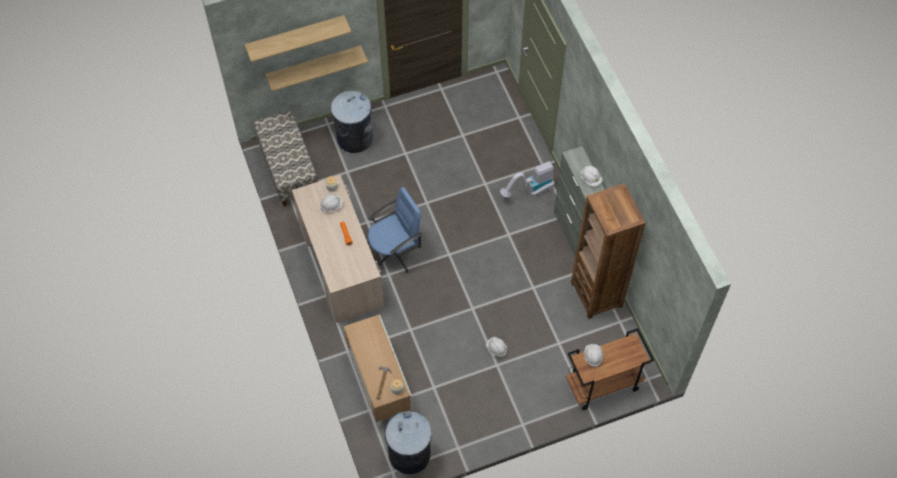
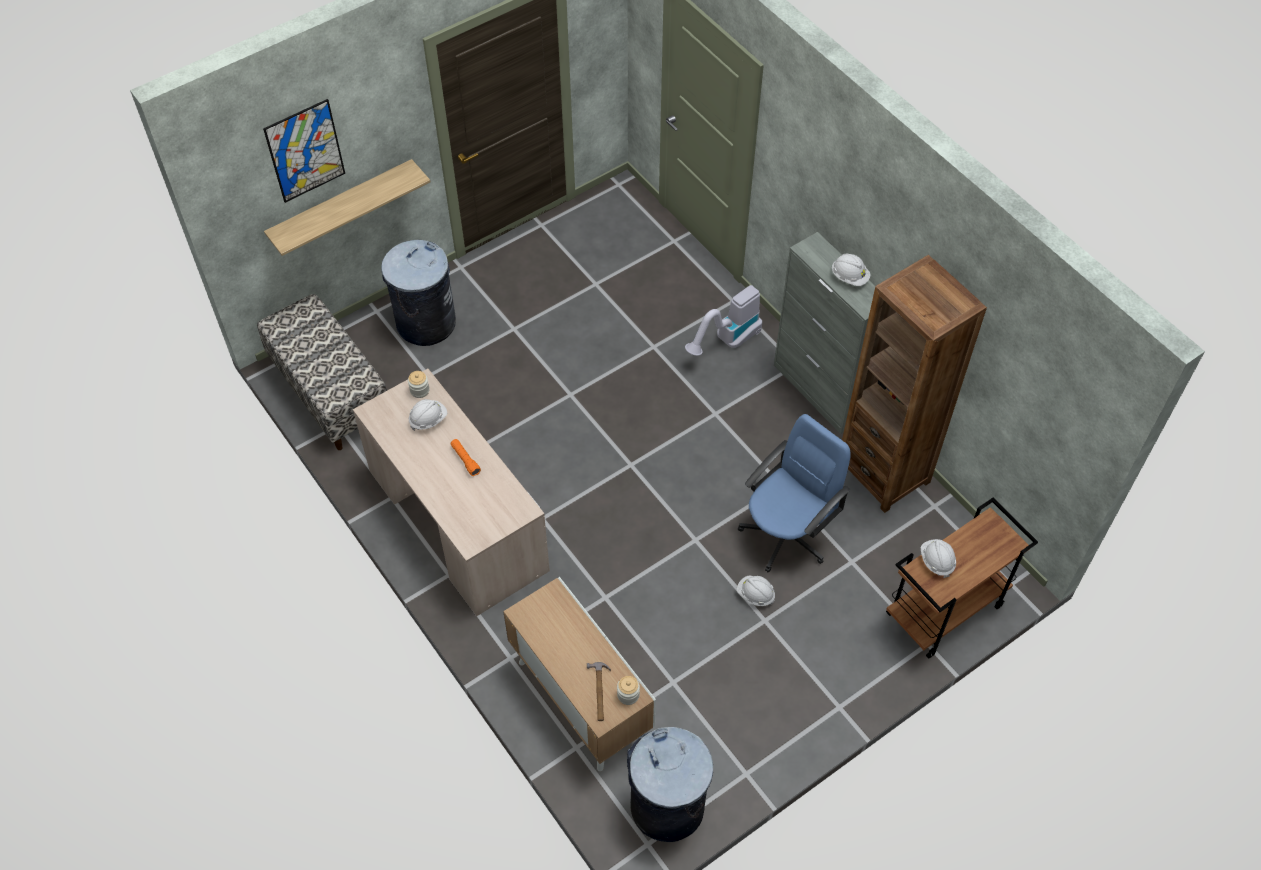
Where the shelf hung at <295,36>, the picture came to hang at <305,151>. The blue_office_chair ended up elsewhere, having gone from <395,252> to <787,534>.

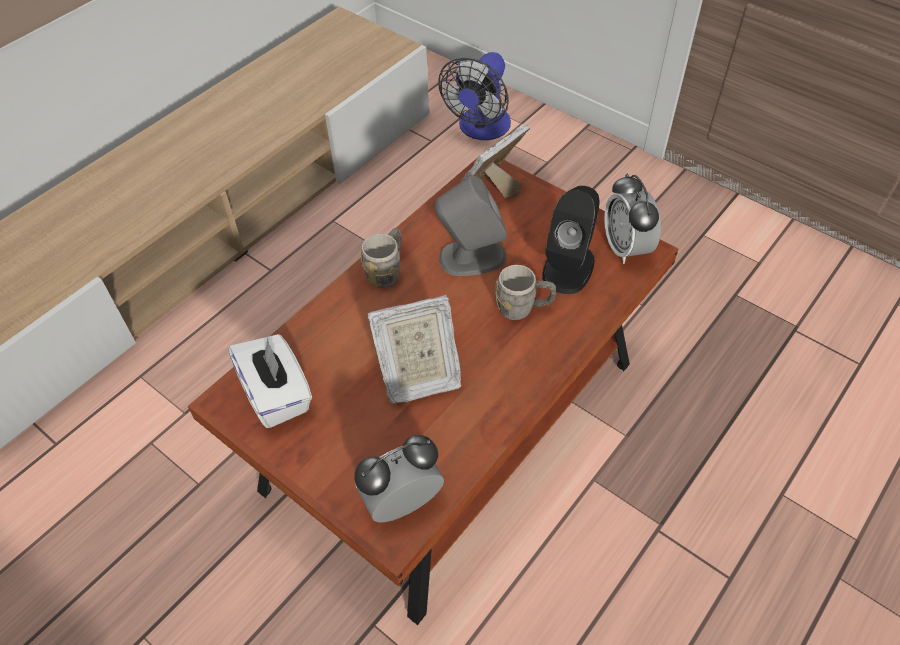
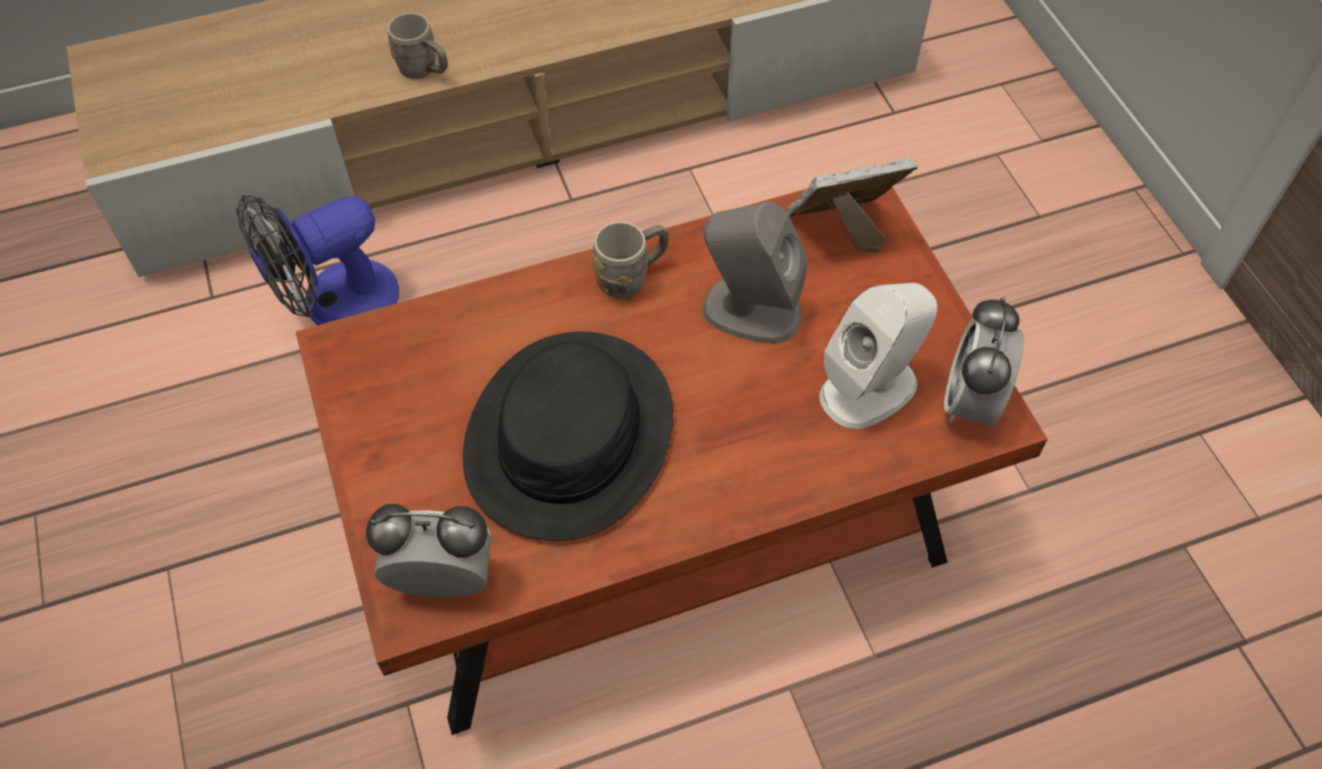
The fan ended up elsewhere, having gone from <481,129> to <335,305>. The grey_mug ended up elsewhere, having gone from <523,308> to <424,70>. Where the picture_frame stood at <418,377>, the black_hat came to stand at <570,436>. What was the black_speaker at <568,267> turned into the white_speaker at <869,388>. The second view lost the white_tissue_box at <277,394>.

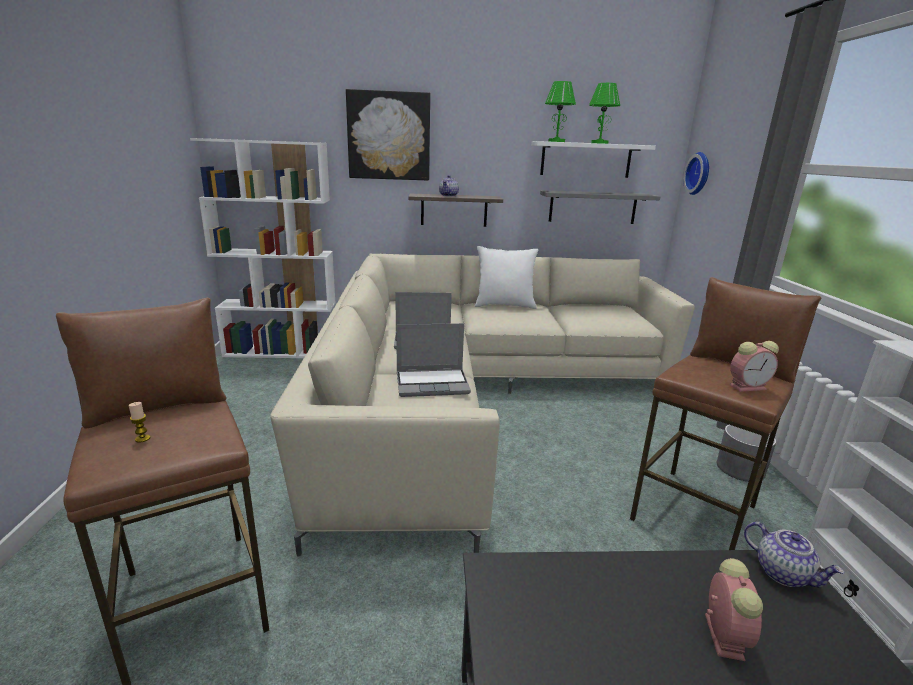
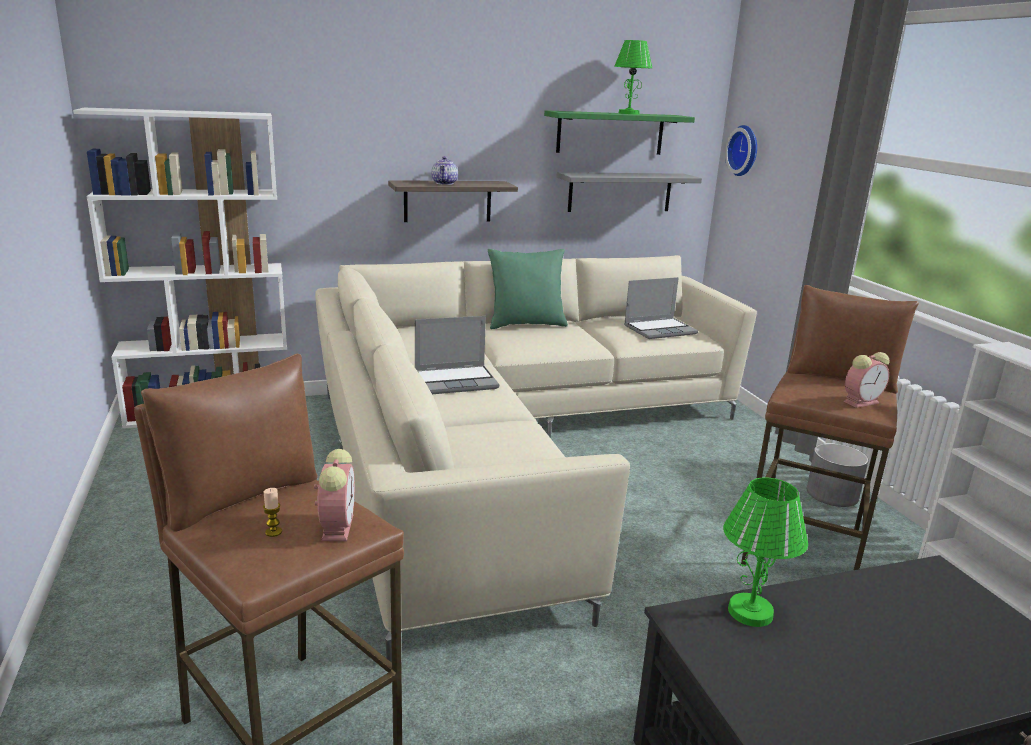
The alarm_clock ended up elsewhere, having gone from <722,634> to <337,526>. What was the white_pillow at <504,305> turned into the green_pillow at <526,324>. What was the white_shelf at <586,160> turned into the green_shelf at <610,133>. The laptop ended up elsewhere, having gone from <433,383> to <660,329>. The green_table_lamp ended up elsewhere, having gone from <556,141> to <751,612>. The second view lost the picture at <389,136>. The second view lost the teapot at <783,573>.

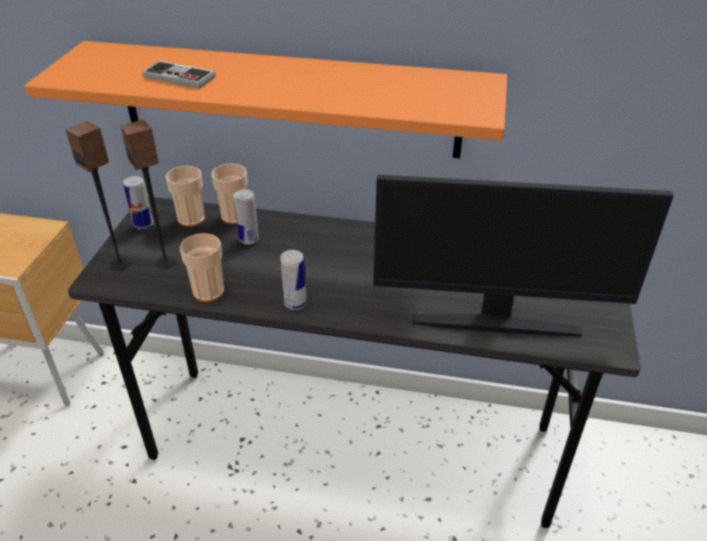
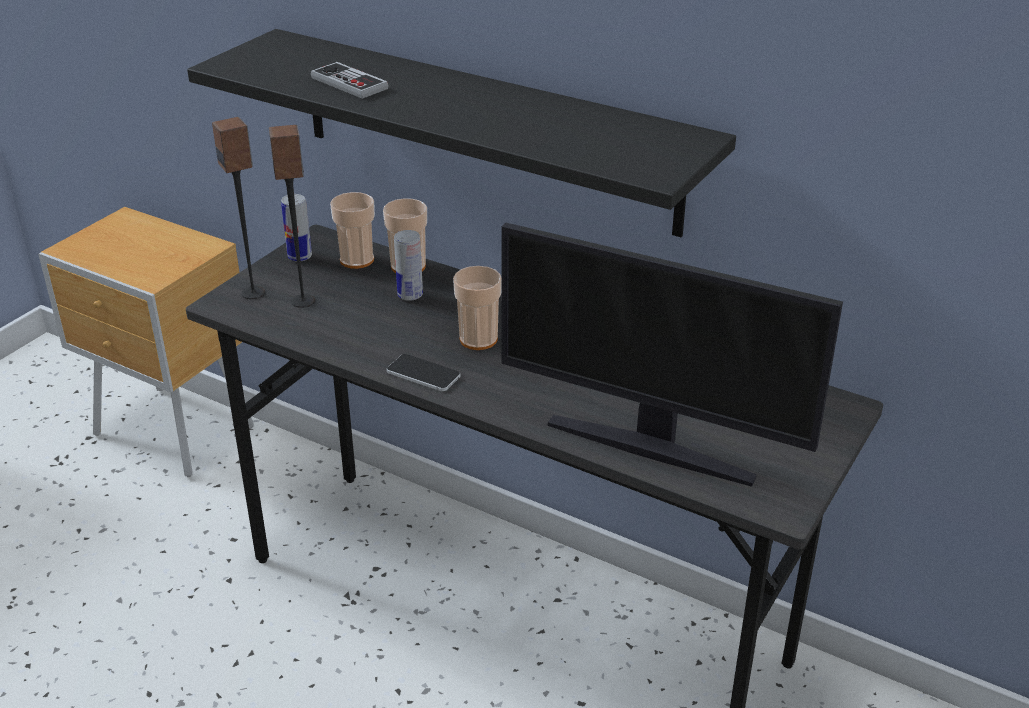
What was the orange_shelf at <288,100> turned into the black_shelf at <485,130>. Where the can stood at <295,303>, the phone came to stand at <423,374>. The cup ended up elsewhere, having gone from <208,292> to <478,339>.

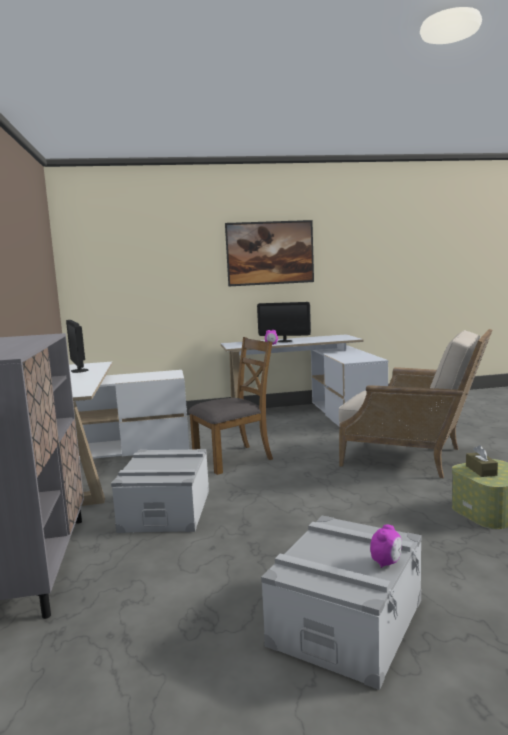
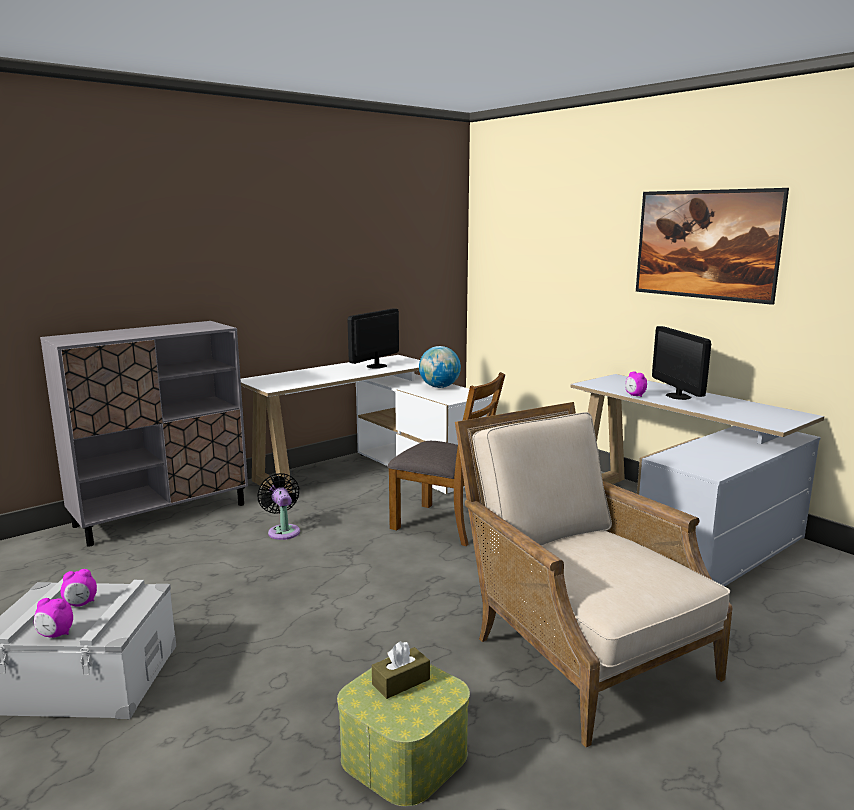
The second view gained the alarm_clock at <81,604>. Where the grey_storage_box stood at <166,510>, the black_fan came to stand at <283,531>. The second view gained the globe at <439,387>. The beige_armchair at <413,457> ended up facing another way, 150 degrees clockwise from before.

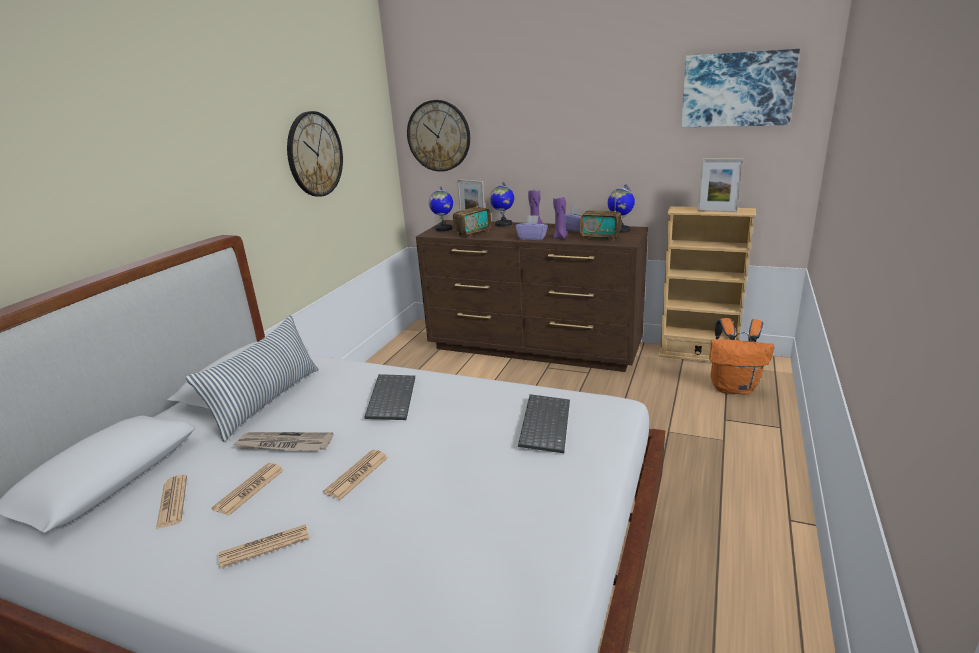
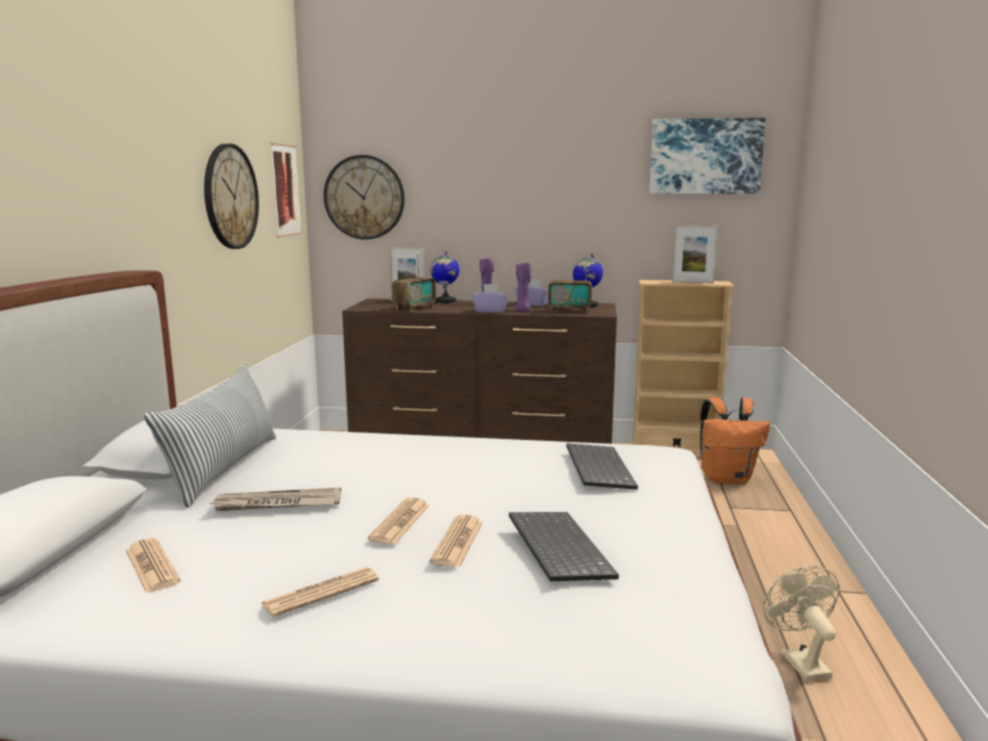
The second view gained the picture at <285,190>. The newspaper ended up elsewhere, having gone from <249,489> to <457,542>. The keyboard ended up elsewhere, having gone from <390,398> to <555,547>. The second view gained the beige_fan at <799,661>. The second view lost the globe at <443,229>.

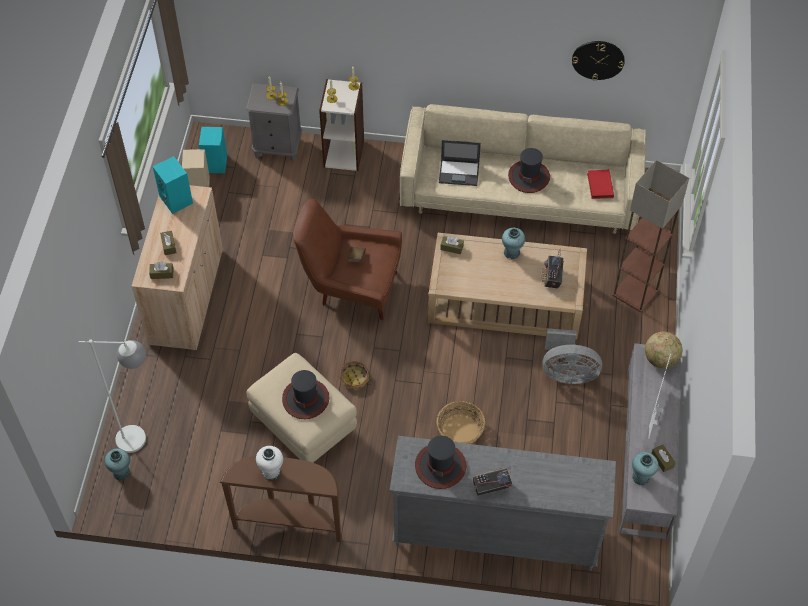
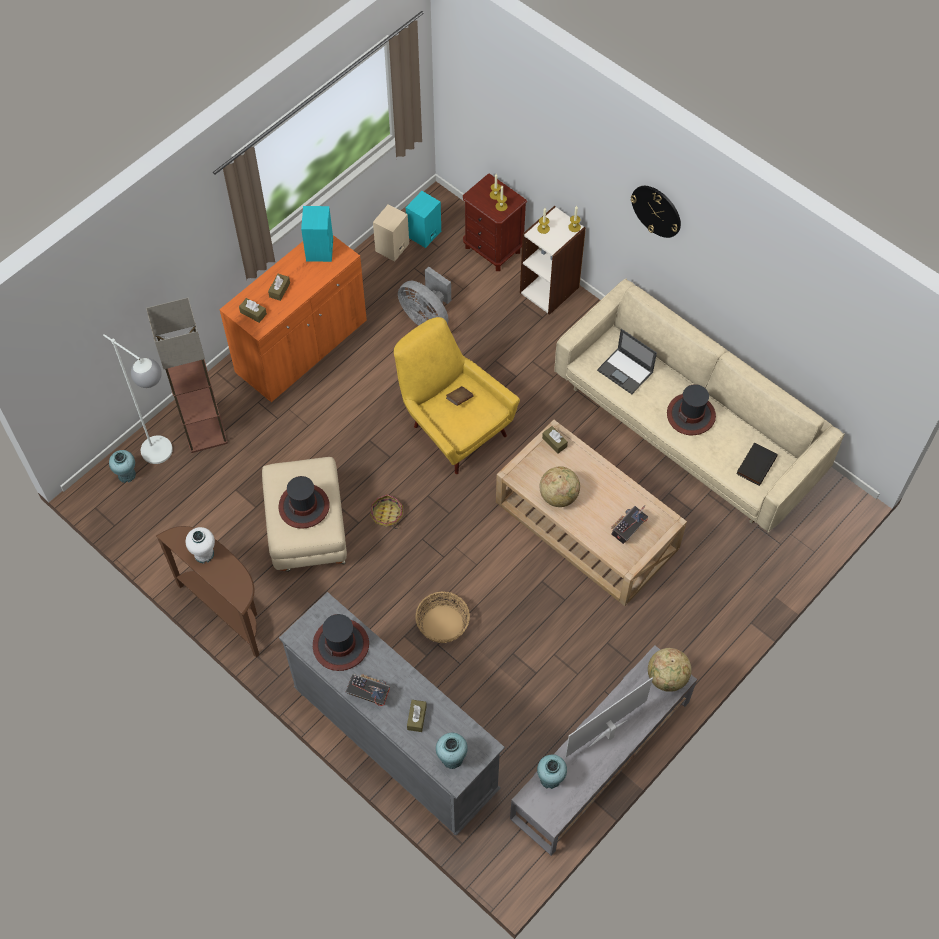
The floor_lamp ended up elsewhere, having gone from <634,293> to <204,432>. What was the beige_cabinet at <186,296> turned into the orange_cabinet at <302,347>. What was the brown_armchair at <351,288> turned into the yellow_armchair at <452,426>. The grey_fan ended up elsewhere, having gone from <567,373> to <427,318>. The brown_tissue_box ended up elsewhere, having gone from <662,460> to <417,718>. The turquoise_vase ended up elsewhere, having gone from <512,252> to <452,758>. What was the grey_nightstand at <277,147> turned into the brown_nightstand at <492,249>. The second view gained the globe at <559,496>. The wall_clock ended up elsewhere, having gone from <598,59> to <656,211>. What was the red_book at <599,185> turned into the black_book at <755,464>.

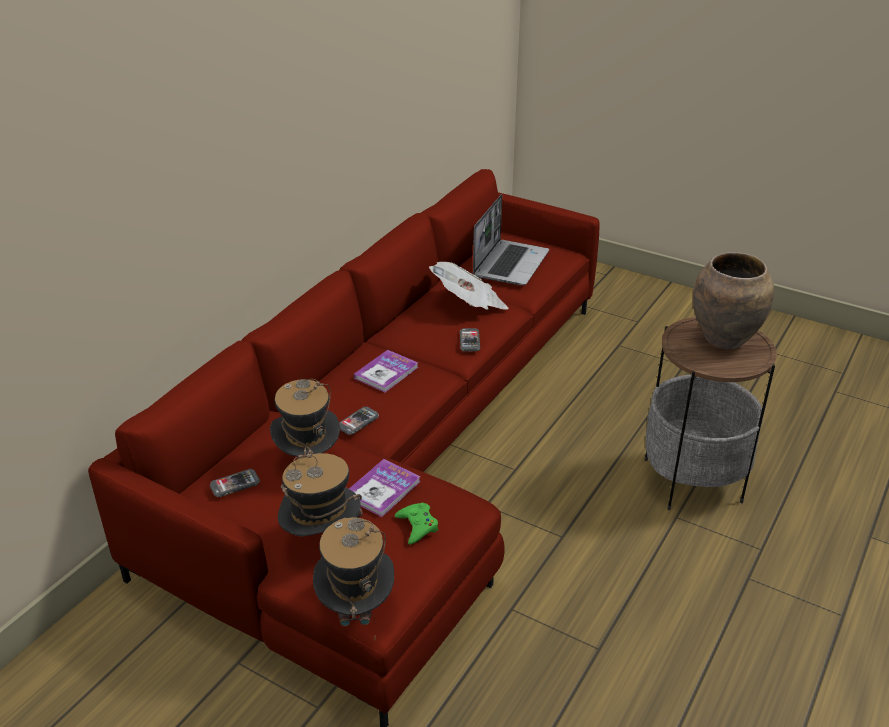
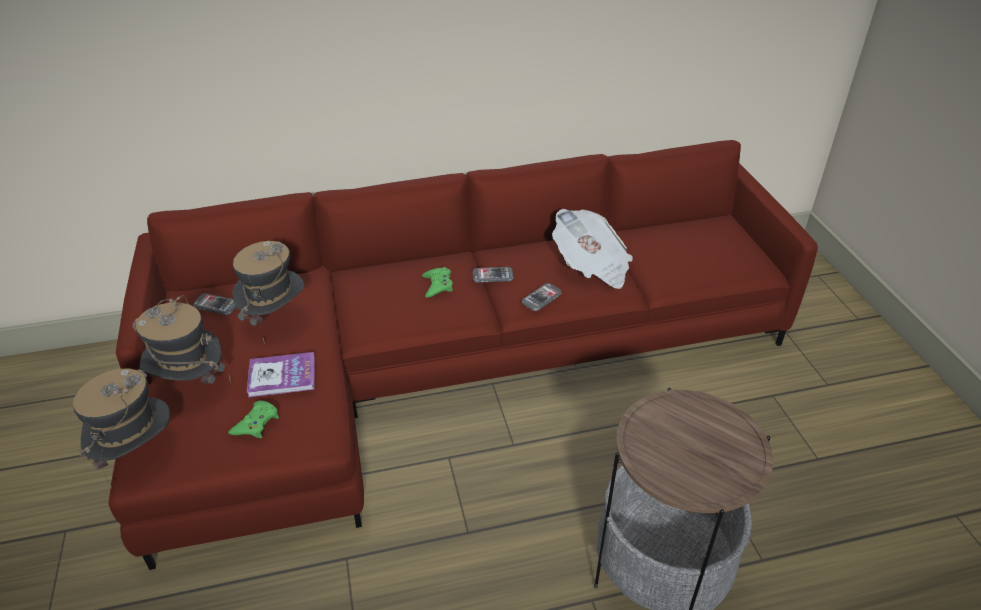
Where the book stood at <386,372>, the green_game_controller came to stand at <437,285>. The phone ended up elsewhere, having gone from <358,422> to <493,276>. The second view lost the laptop at <510,264>. The second view lost the brown_vase at <725,340>.

